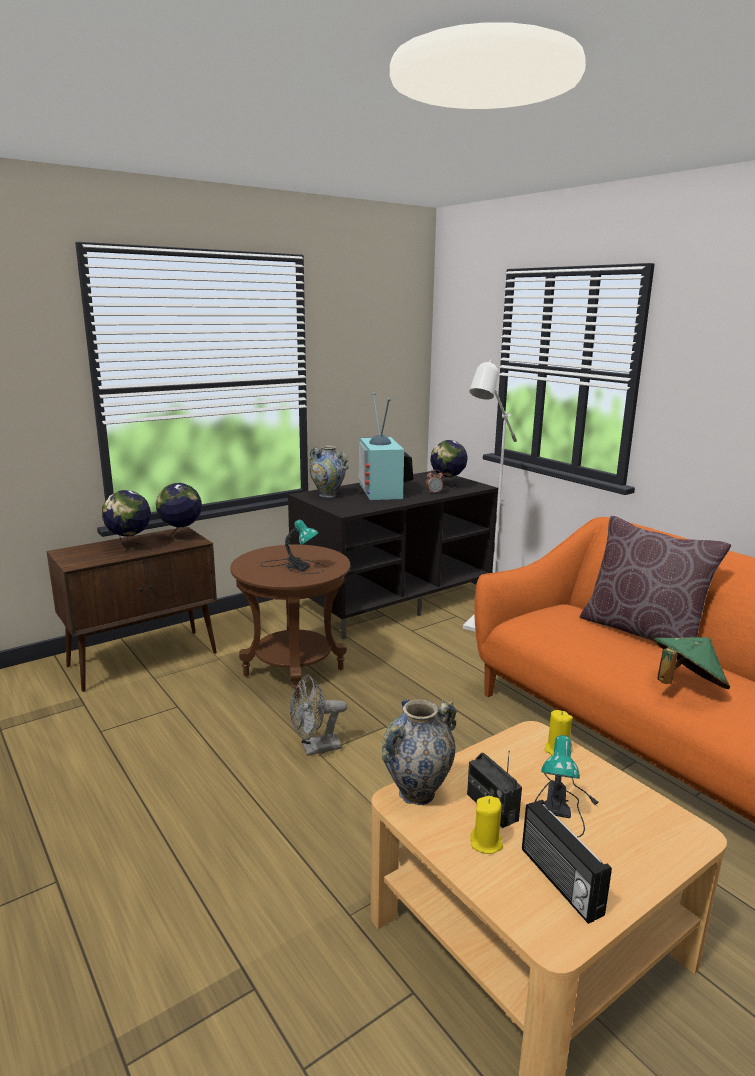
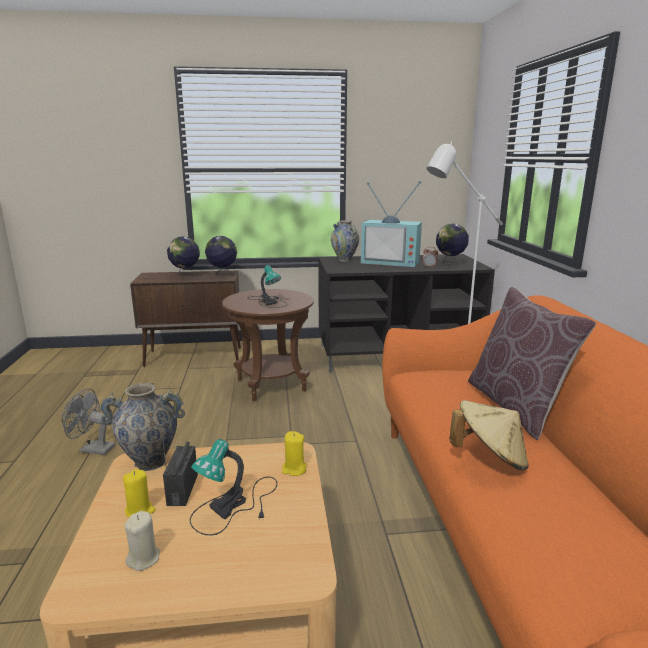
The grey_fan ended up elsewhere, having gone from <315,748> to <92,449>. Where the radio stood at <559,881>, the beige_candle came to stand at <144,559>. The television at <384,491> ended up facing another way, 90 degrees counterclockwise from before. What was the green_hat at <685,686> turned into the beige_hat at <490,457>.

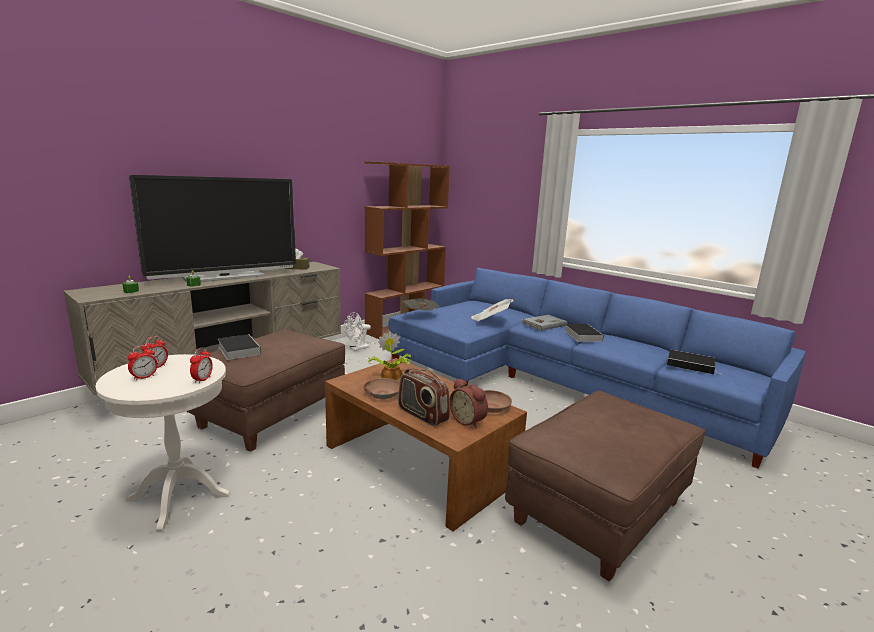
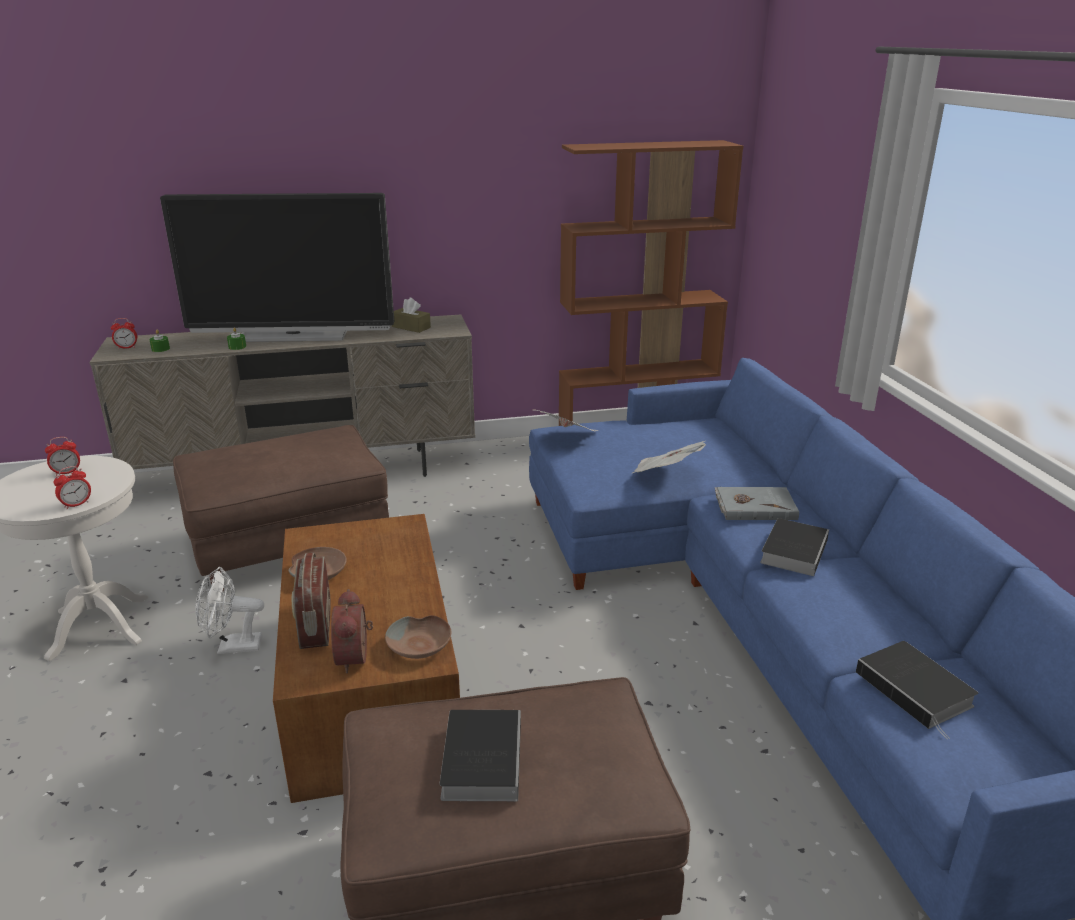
The alarm_clock ended up elsewhere, having gone from <144,377> to <127,347>. The white_fan ended up elsewhere, having gone from <357,348> to <232,647>. The book ended up elsewhere, having gone from <238,349> to <482,757>. The second view lost the potted_plant at <390,376>.

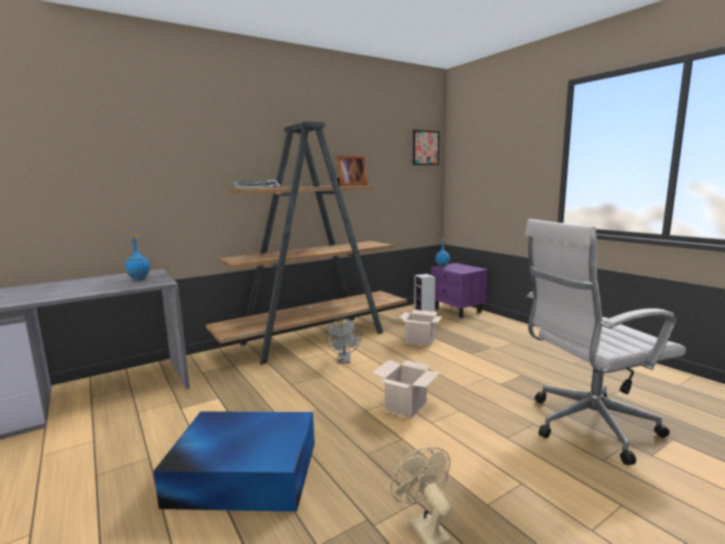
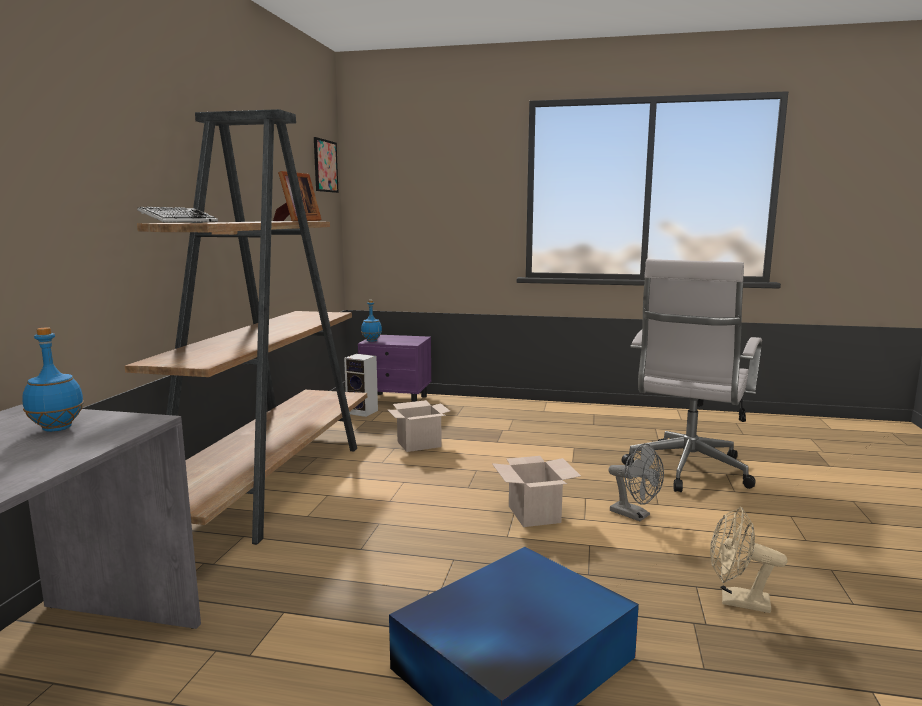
The grey_fan ended up elsewhere, having gone from <344,360> to <635,515>.

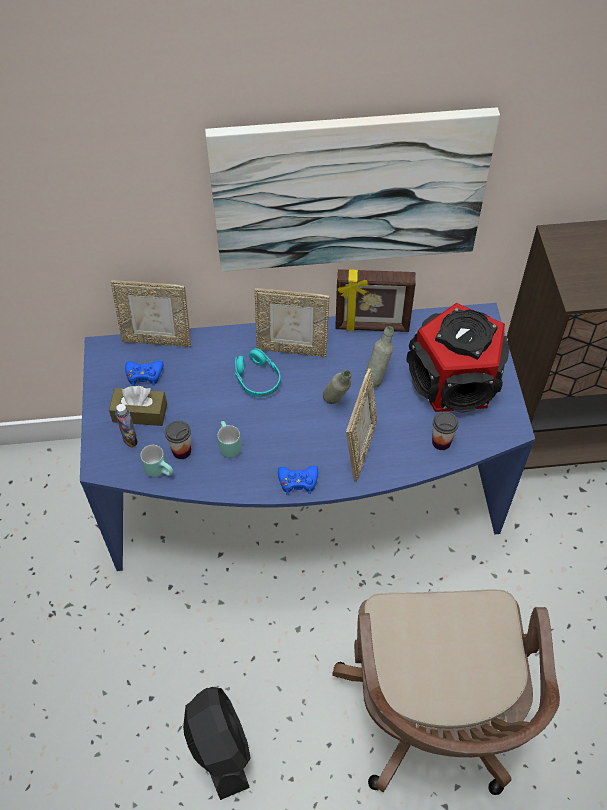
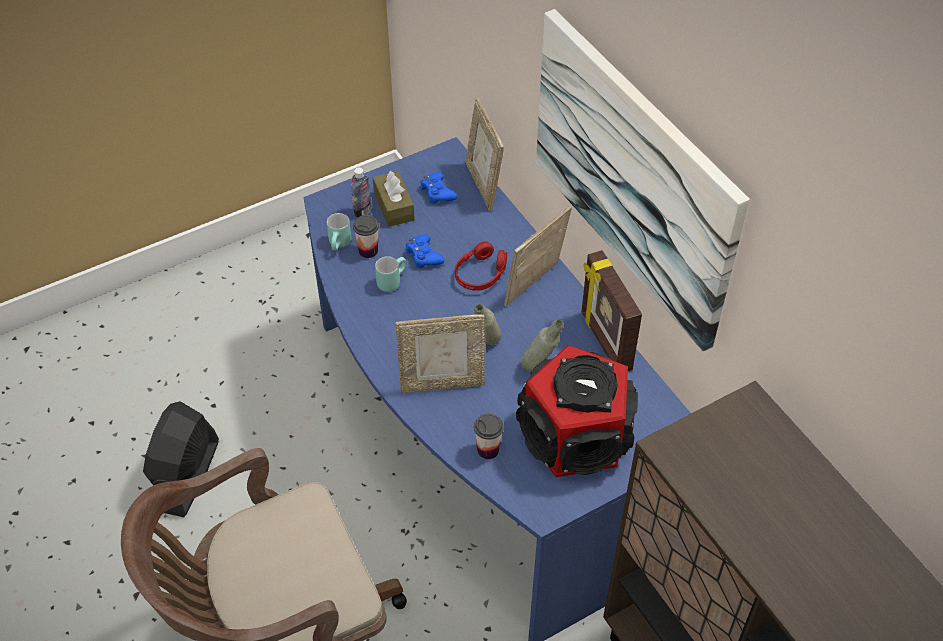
The black_fan at <219,747> ended up facing another way, 150 degrees clockwise from before. The blue_game_controller ended up elsewhere, having gone from <298,482> to <423,256>. What was the turquoise_headphones at <257,379> turned into the red_headphones at <480,274>. The picture_frame at <292,348> ended up facing another way, 60 degrees clockwise from before.

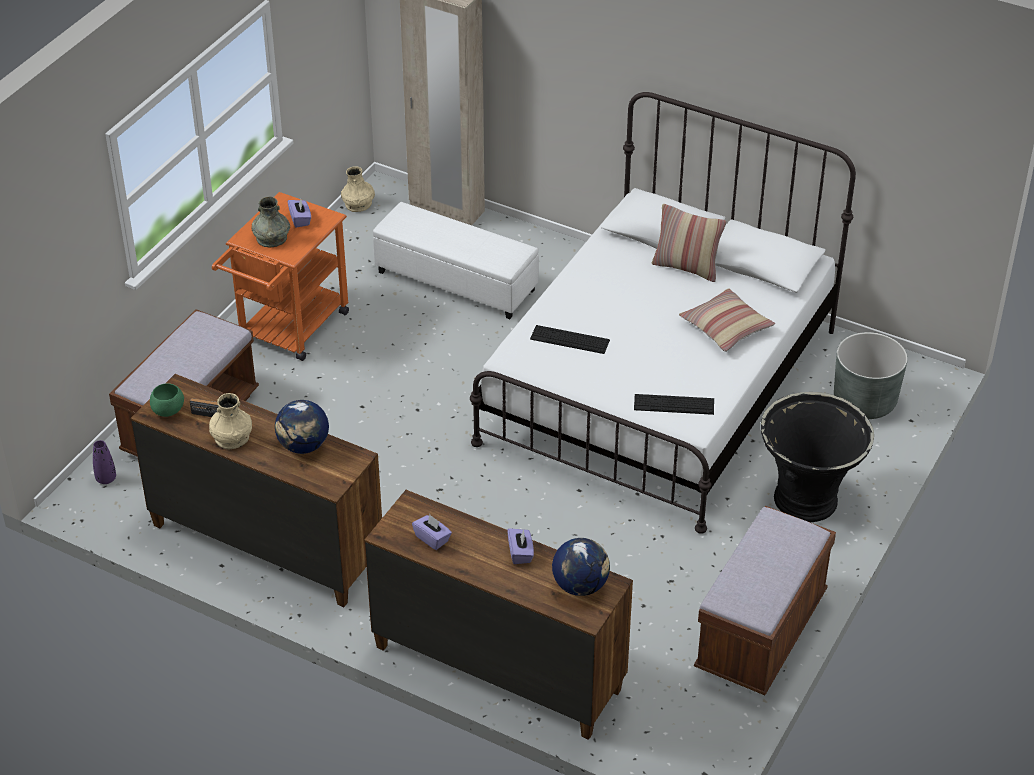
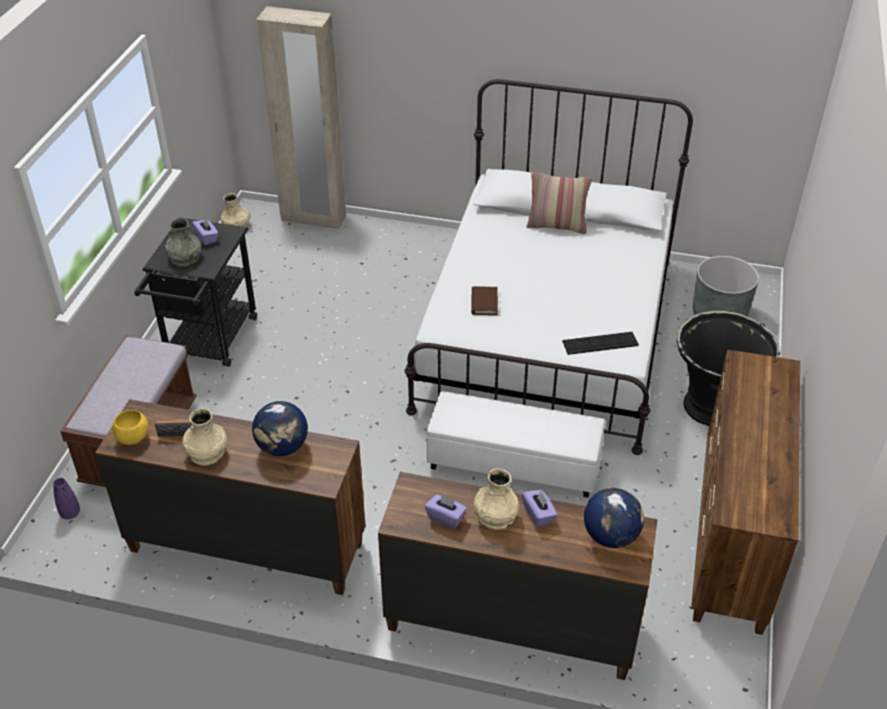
What was the green_bowl at <169,411> turned into the yellow_bowl at <133,438>. What was the orange_cart at <288,331> turned into the black_cart at <208,342>. The white_ottoman ended up elsewhere, having gone from <456,280> to <514,462>. Where the keyboard stood at <570,339>, the brown_book came to stand at <484,303>. The second view gained the beige_vase at <495,516>. Where the brown_bench stood at <761,633>, the brown_dresser came to stand at <731,537>. The second view lost the pillow at <726,327>.

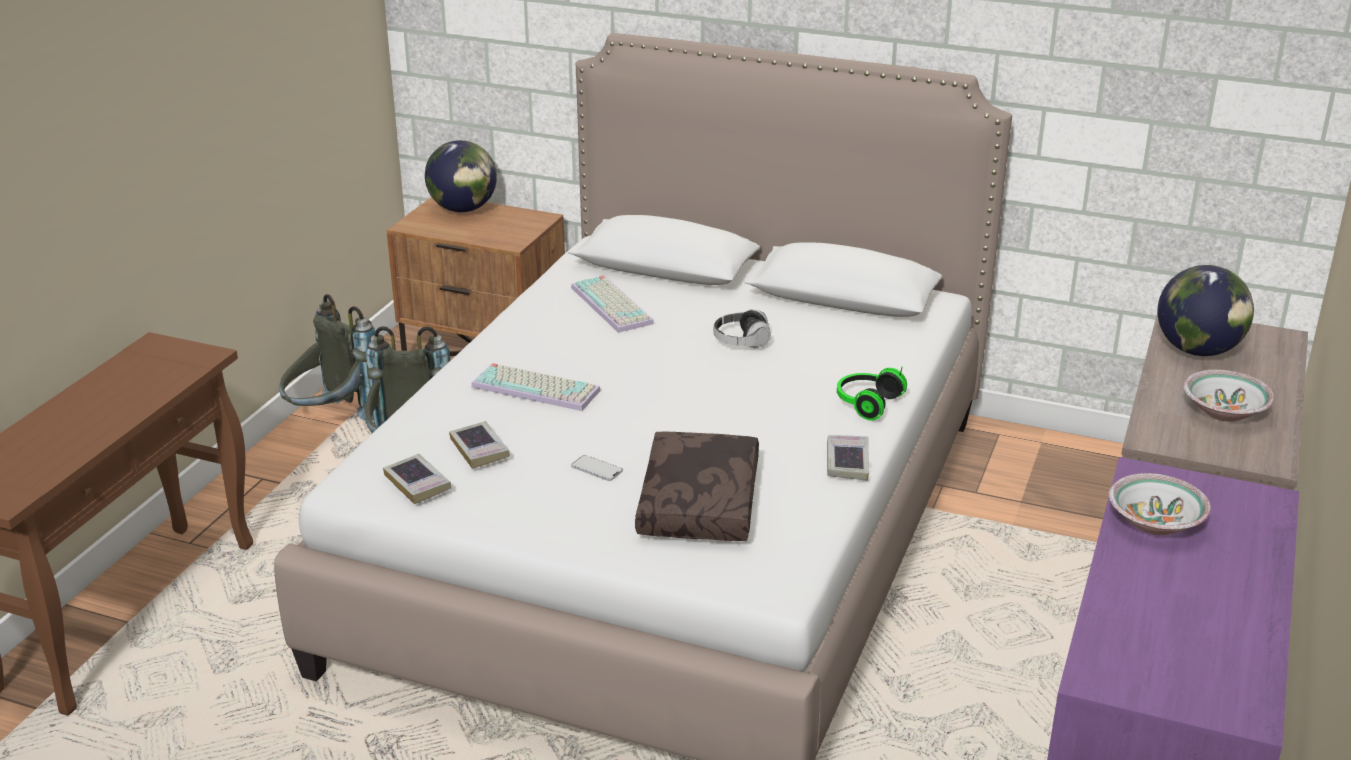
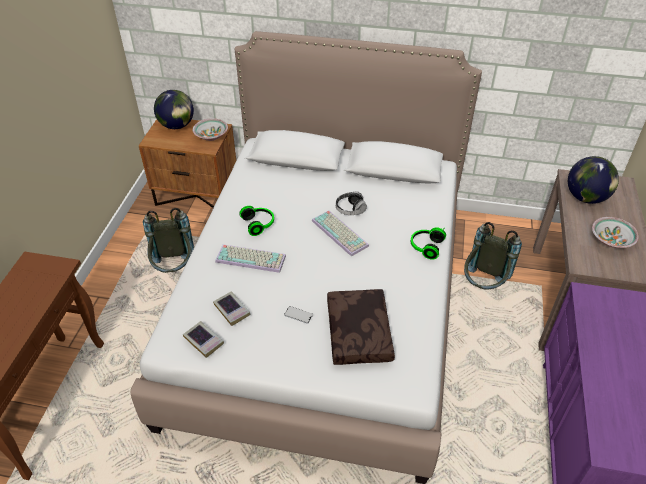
The bowl ended up elsewhere, having gone from <1156,522> to <211,136>. The second view gained the headphones at <259,224>. The keyboard ended up elsewhere, having gone from <614,305> to <341,233>. The grey_backpack ended up elsewhere, having gone from <332,421> to <483,286>. The second view lost the book at <847,462>.

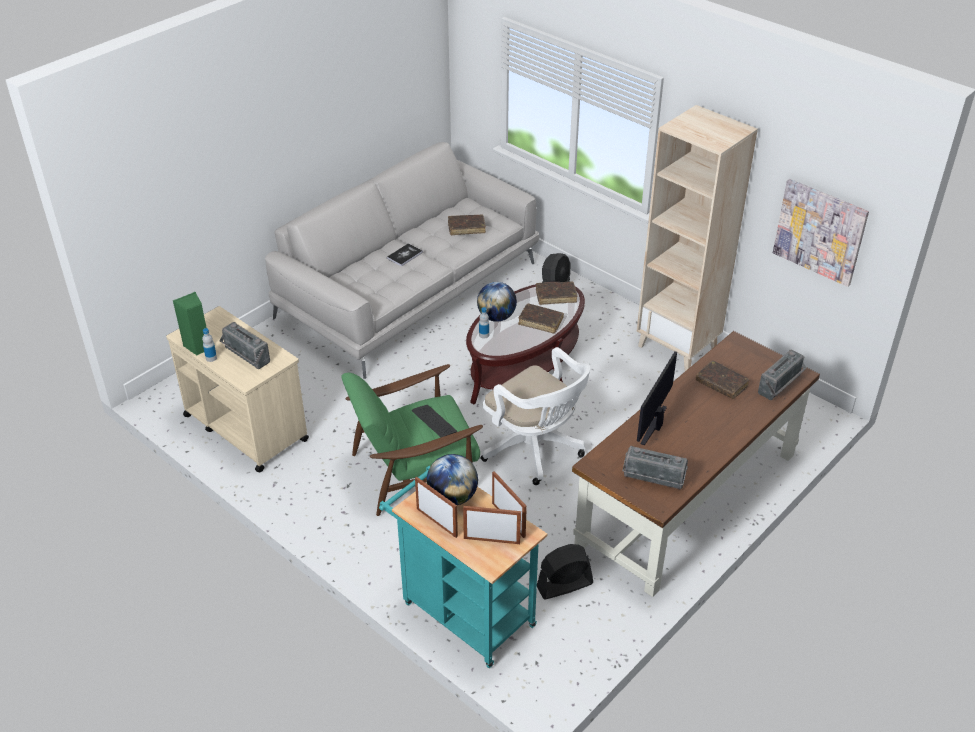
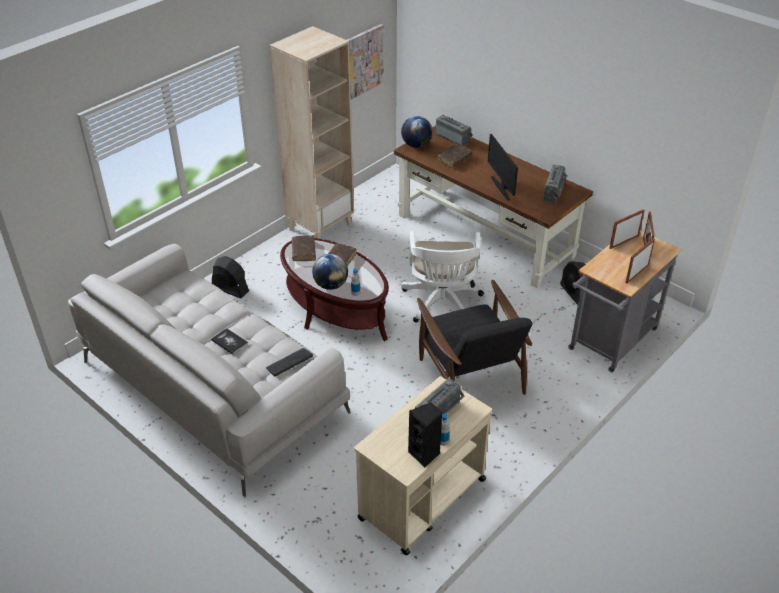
The keyboard ended up elsewhere, having gone from <434,422> to <289,362>. The globe ended up elsewhere, having gone from <452,497> to <416,145>. The white_office_chair at <535,450> ended up facing another way, 135 degrees clockwise from before. What was the green_speaker at <198,346> turned into the black_speaker at <425,454>. What was the green_armchair at <414,470> turned into the black_armchair at <471,373>. The monitor at <655,426> ended up facing another way, 45 degrees clockwise from before. What was the turquoise_cart at <462,610> turned into the grey_cart at <610,343>. The second view lost the brown_book at <466,228>.

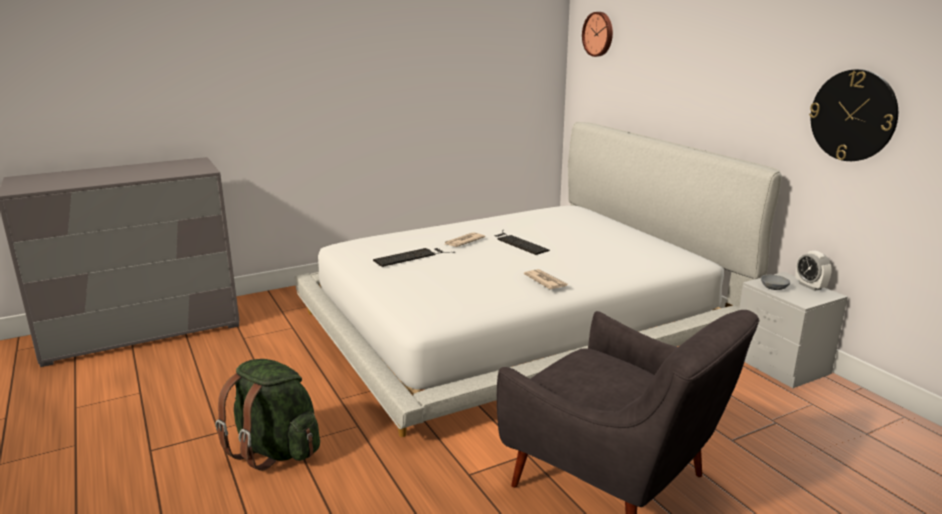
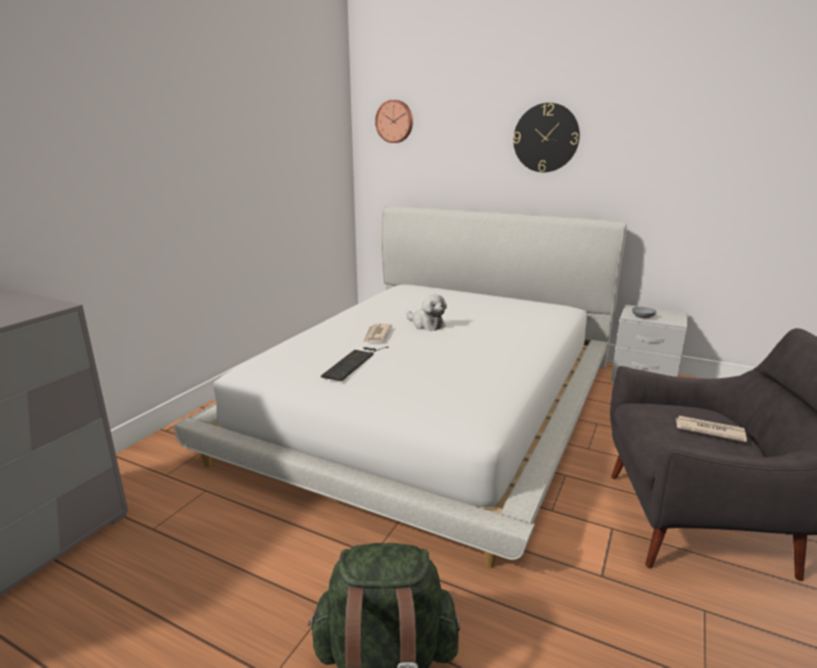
Where the keyboard stood at <518,243>, the plush_toy came to stand at <426,324>. The wall_clock ended up elsewhere, having gone from <853,115> to <546,138>. The newspaper ended up elsewhere, having gone from <545,281> to <708,430>. The second view lost the alarm_clock at <810,286>.

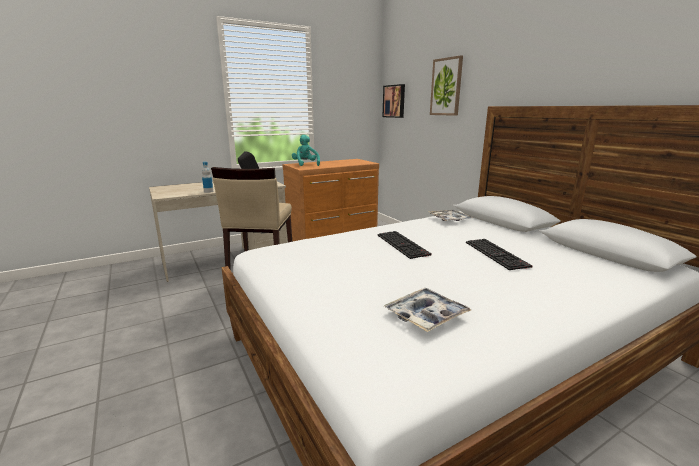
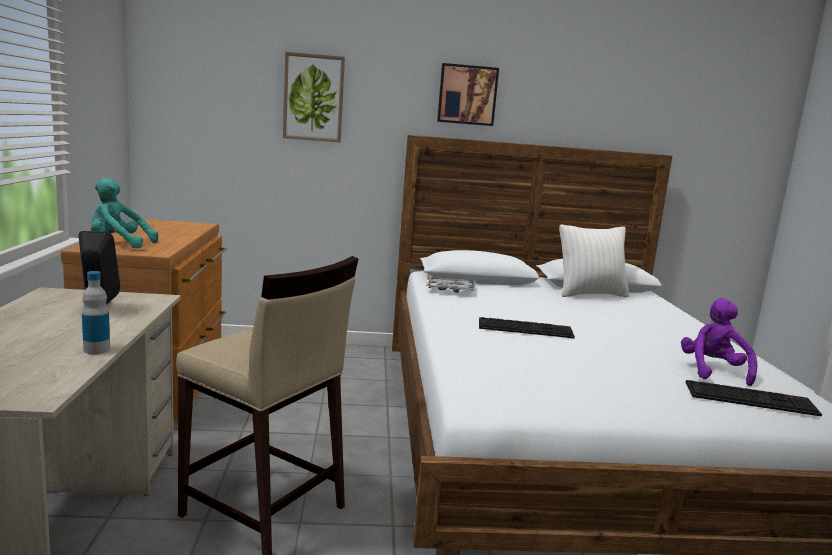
The picture ended up elsewhere, having gone from <394,101> to <467,95>. The second view gained the white_pillow at <590,294>. Where the tray stood at <426,315>, the purple_plush_toy came to stand at <713,371>. The keyboard ended up elsewhere, having gone from <497,254> to <751,398>.

